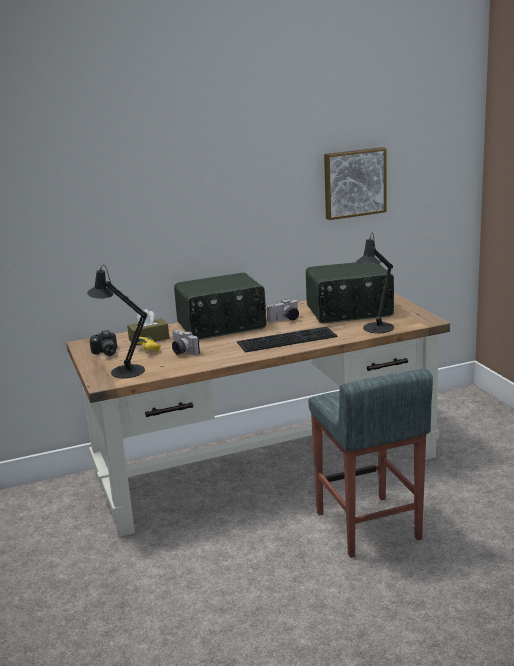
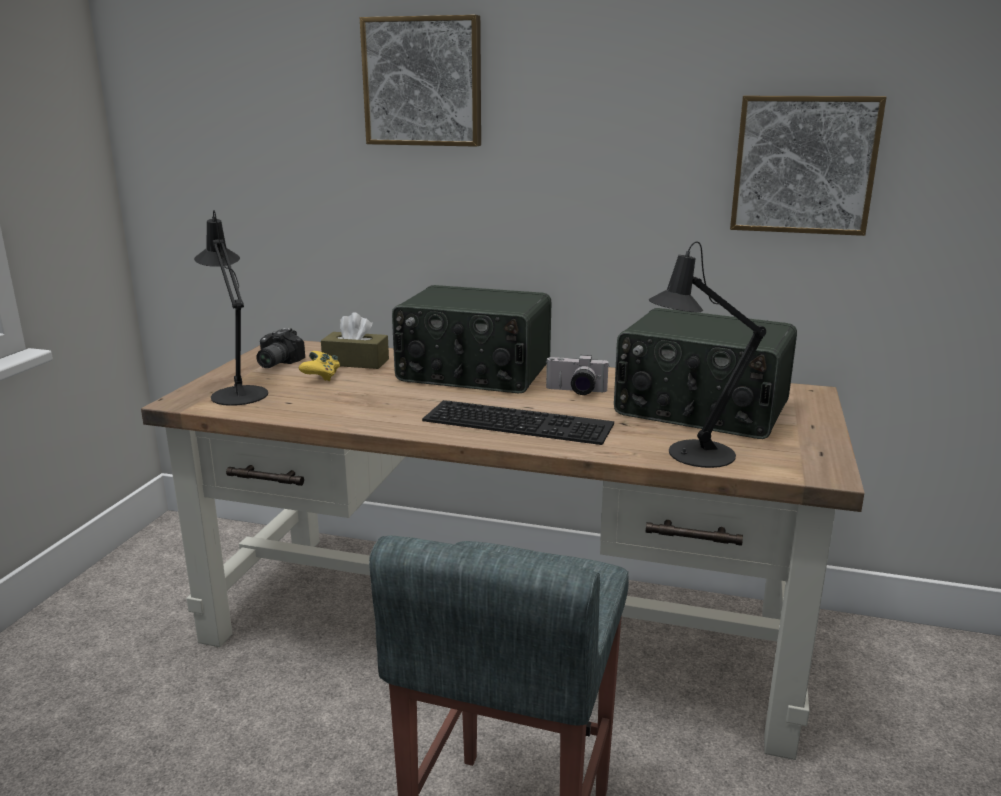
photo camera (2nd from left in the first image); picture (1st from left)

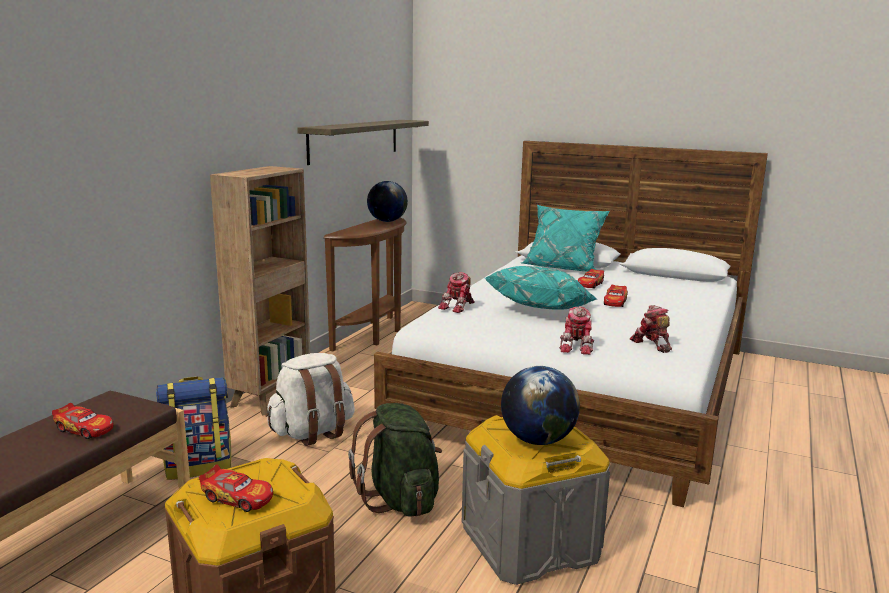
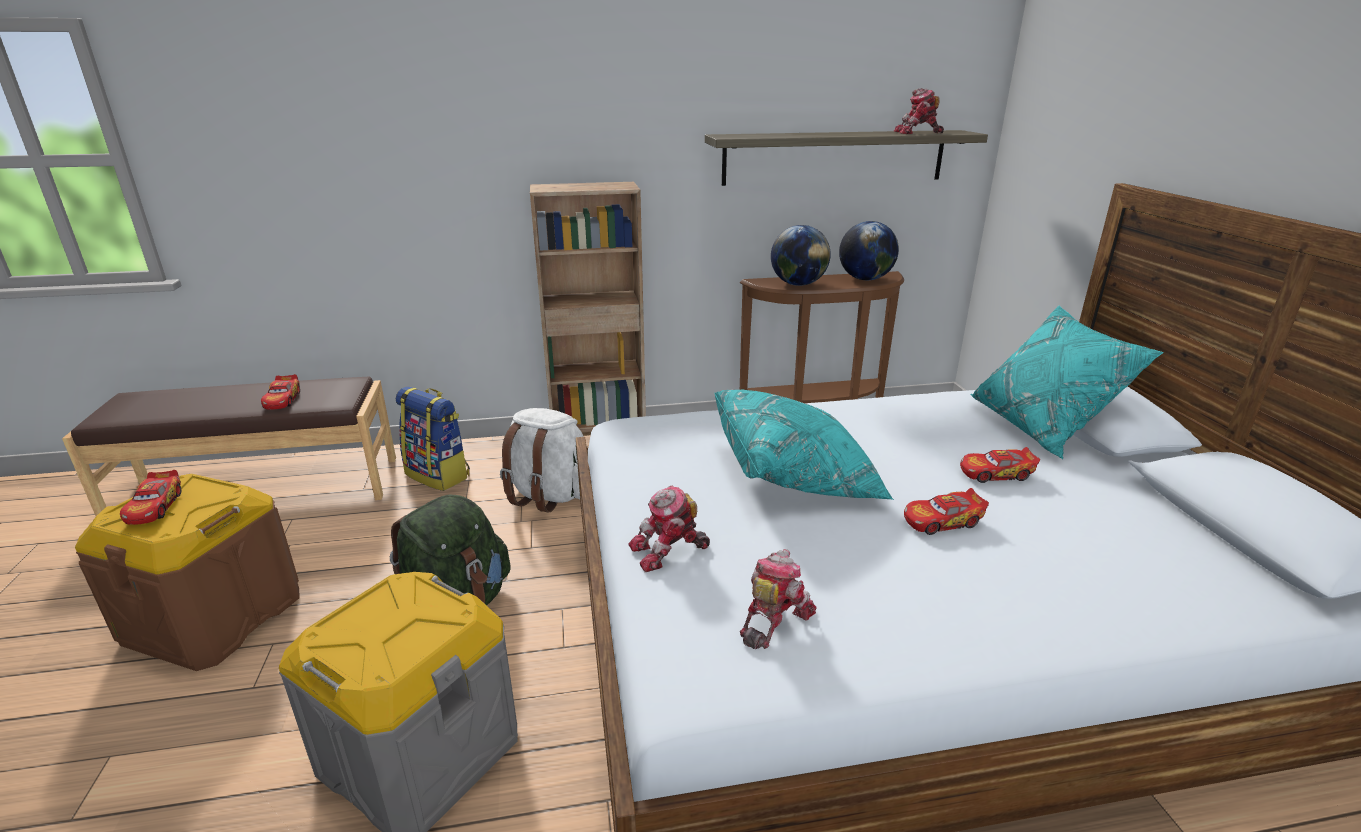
toy robot (3rd from left); globe (1st from left)

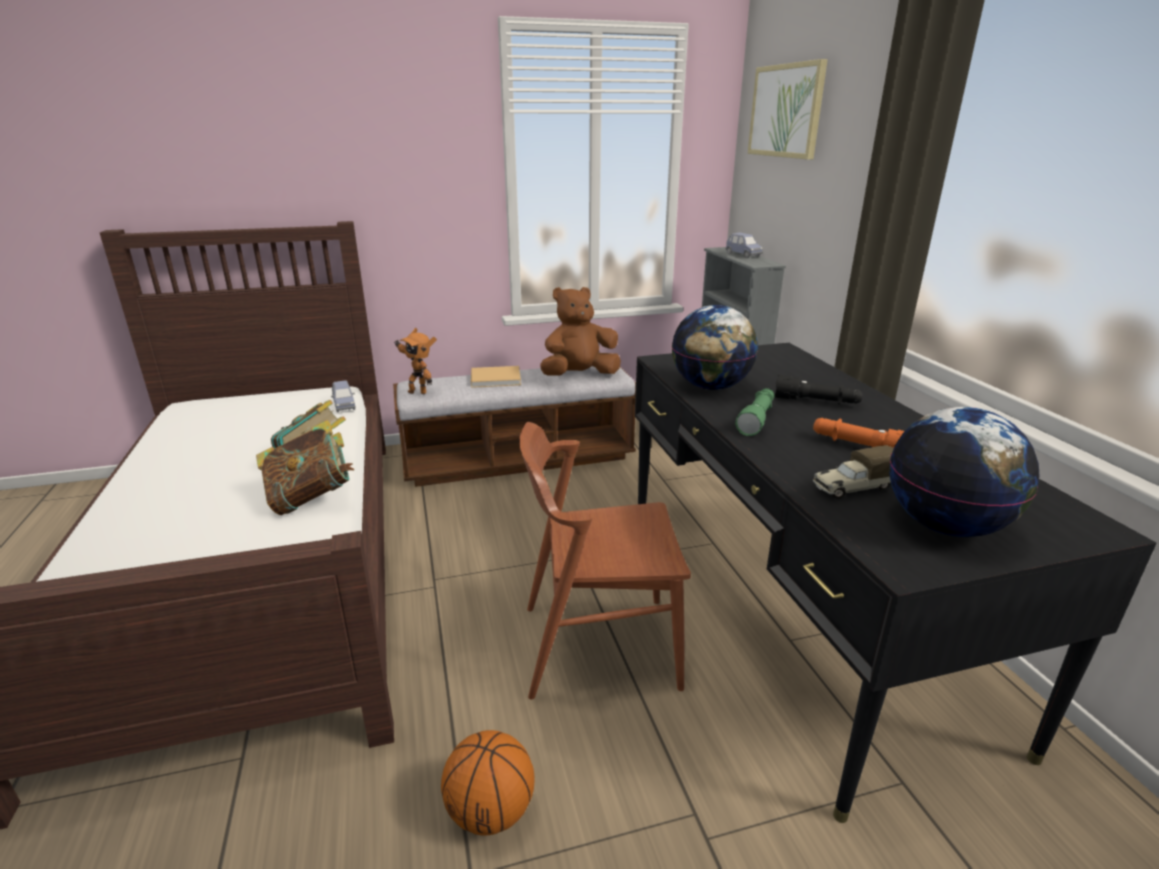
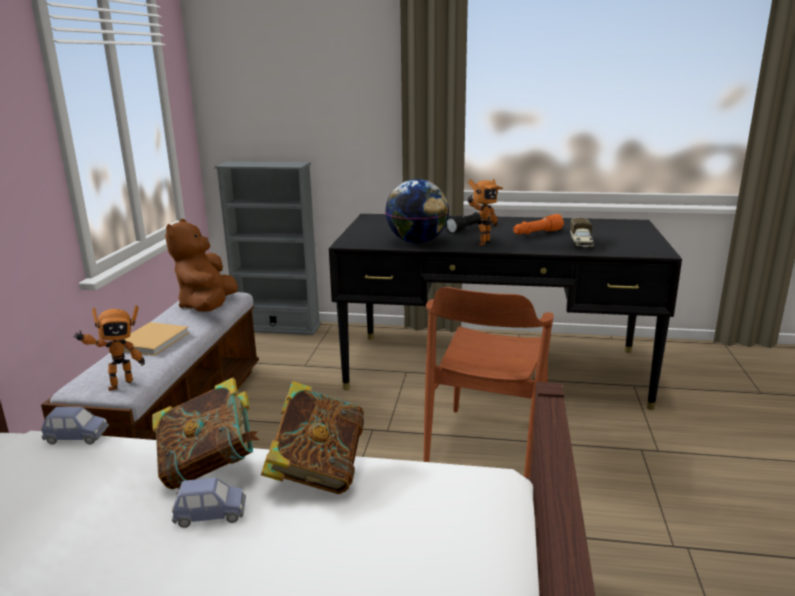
basketball; picture; globe (2nd from left in the first image); blue toy car (2nd from left); toy robot (2nd from left)

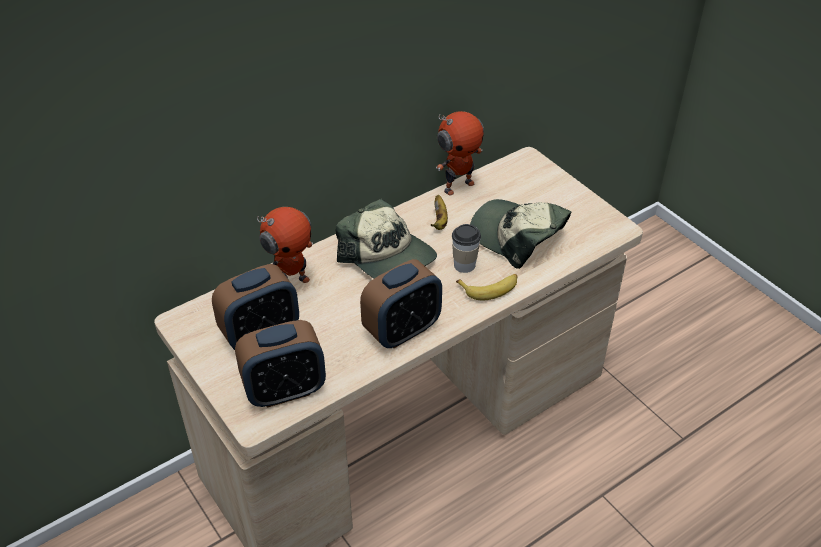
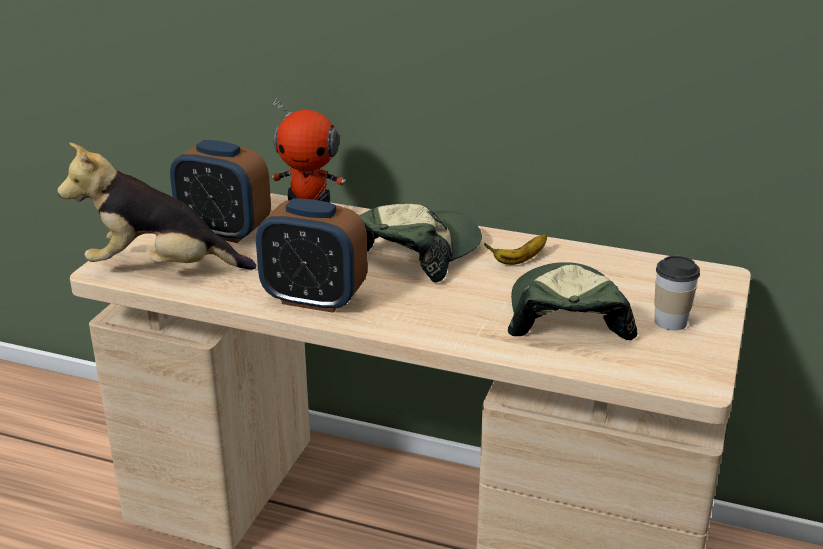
toy robot (2nd from left in the first image); banana (2nd from left in the first image); cup; plush toy; cap (1st from left)

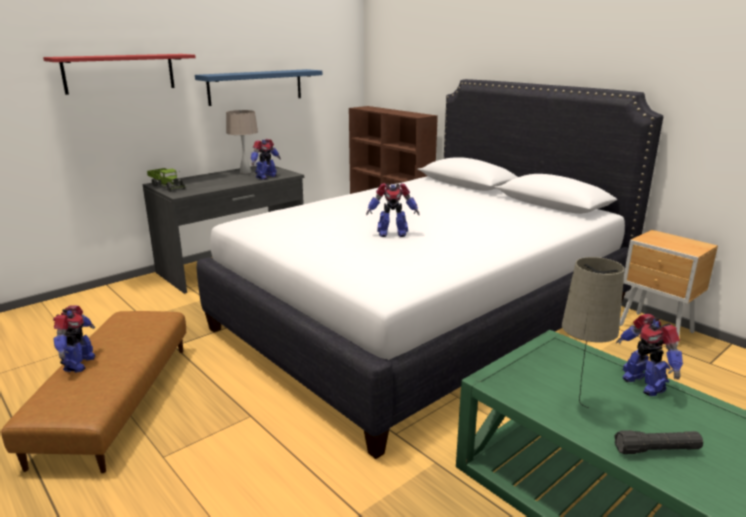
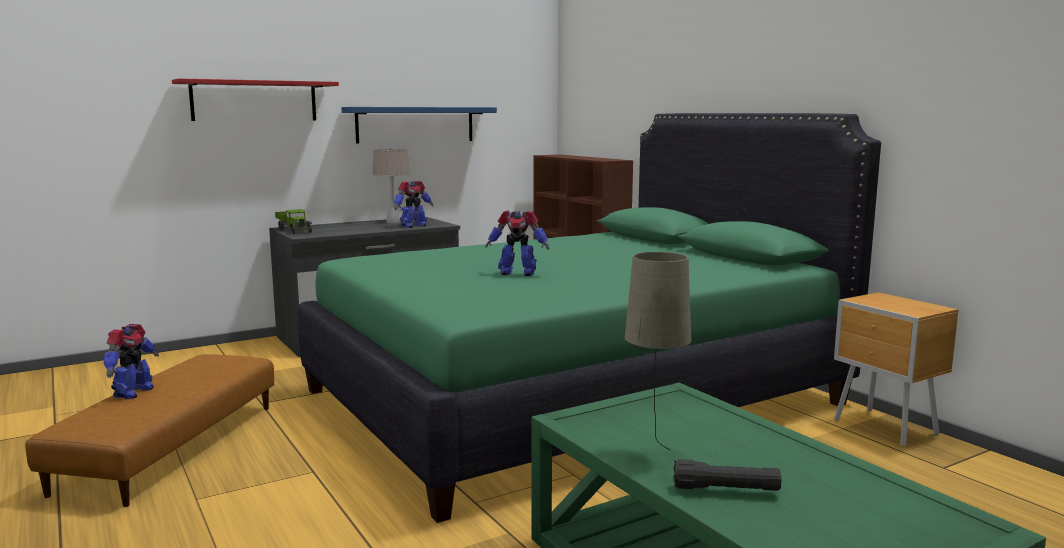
toy robot (4th from left in the first image); green bed

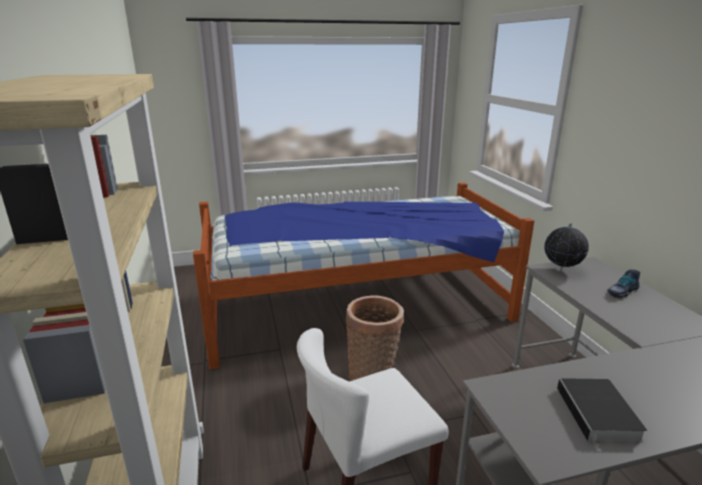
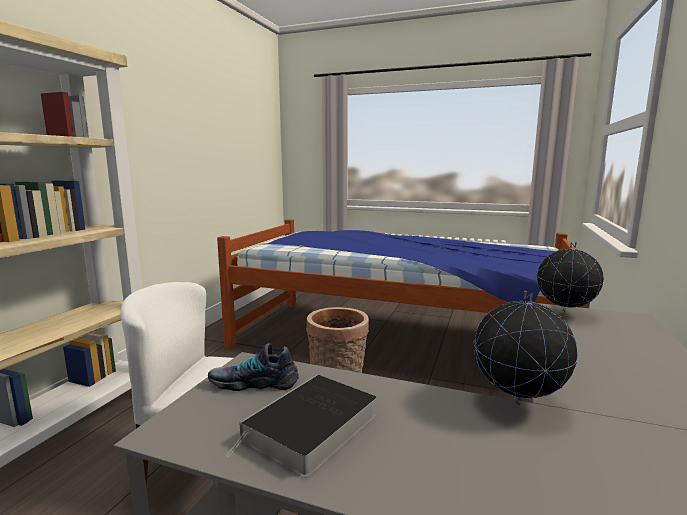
globe (1st from left); shoe

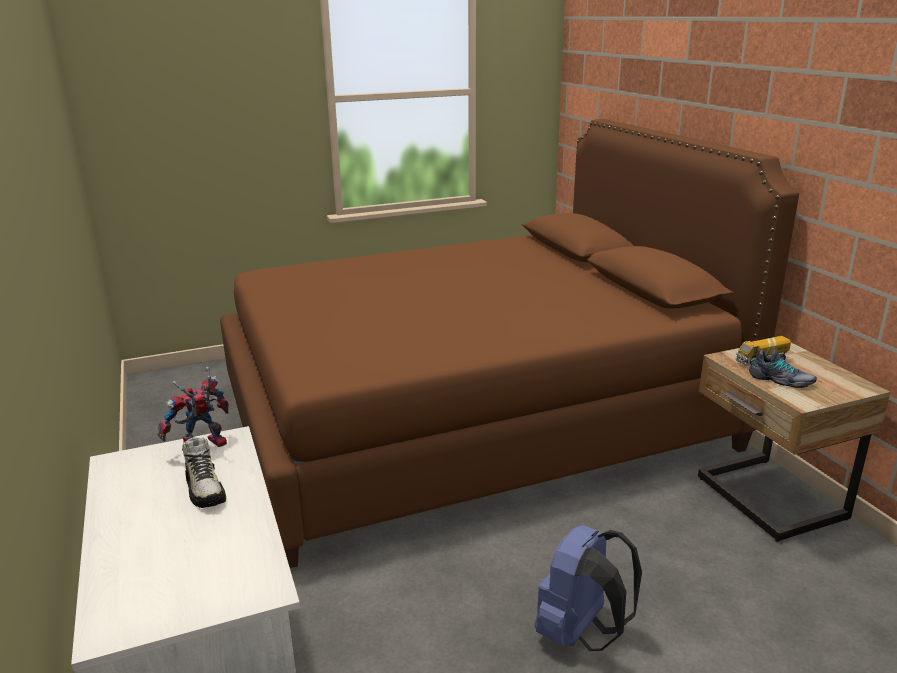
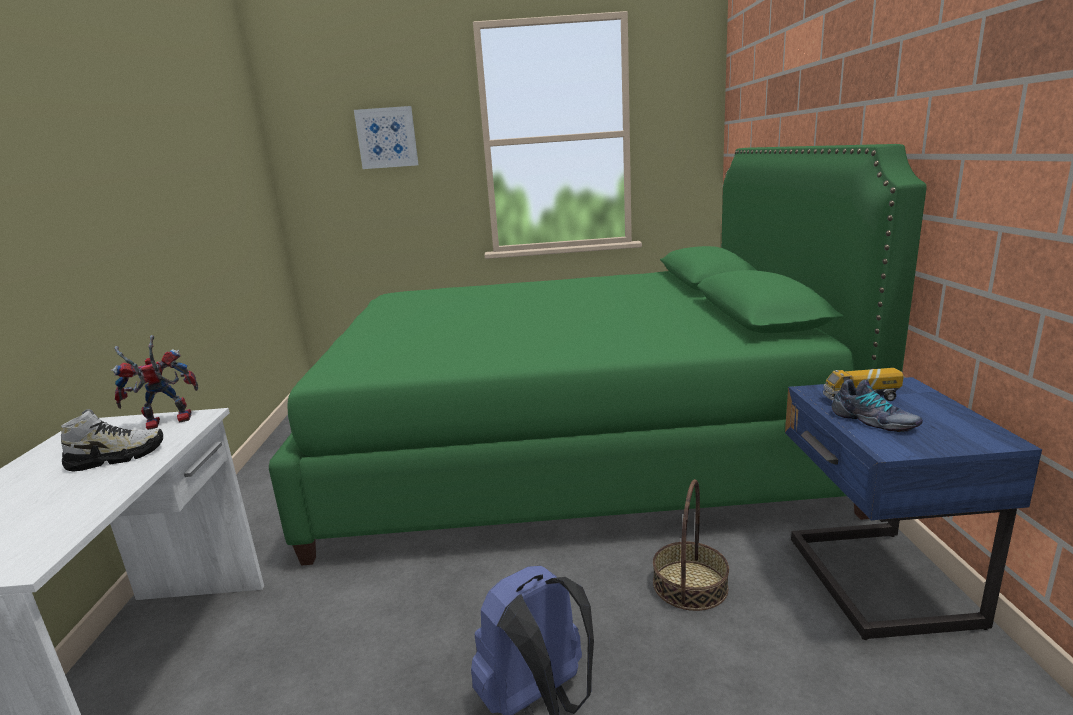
picture; basket; green bed; blue nightstand; shoe (1st from left)

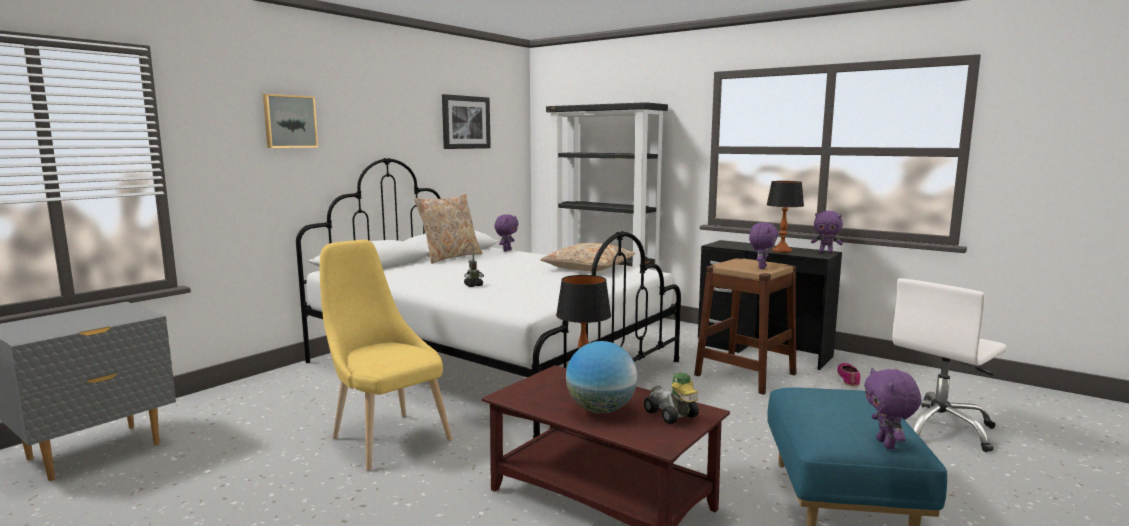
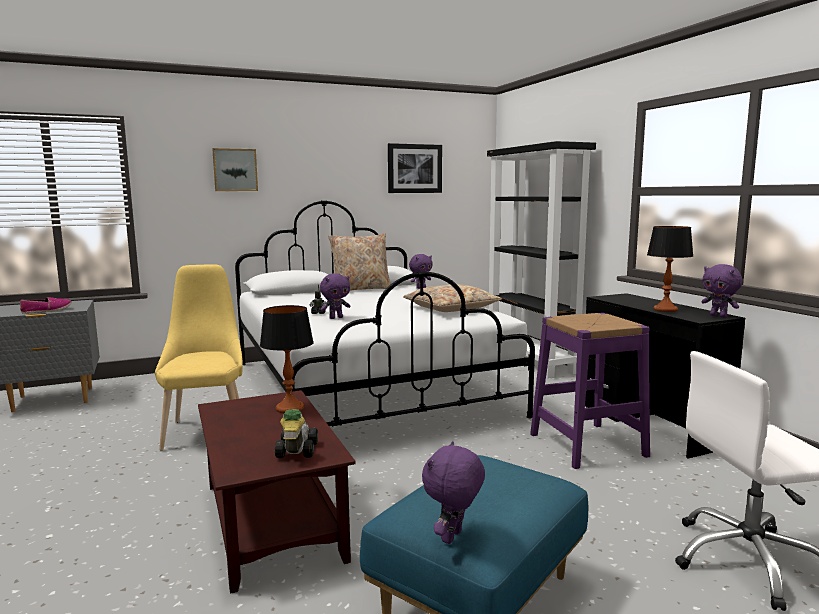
globe; purple plush toy (1st from left); shoe; purple stool

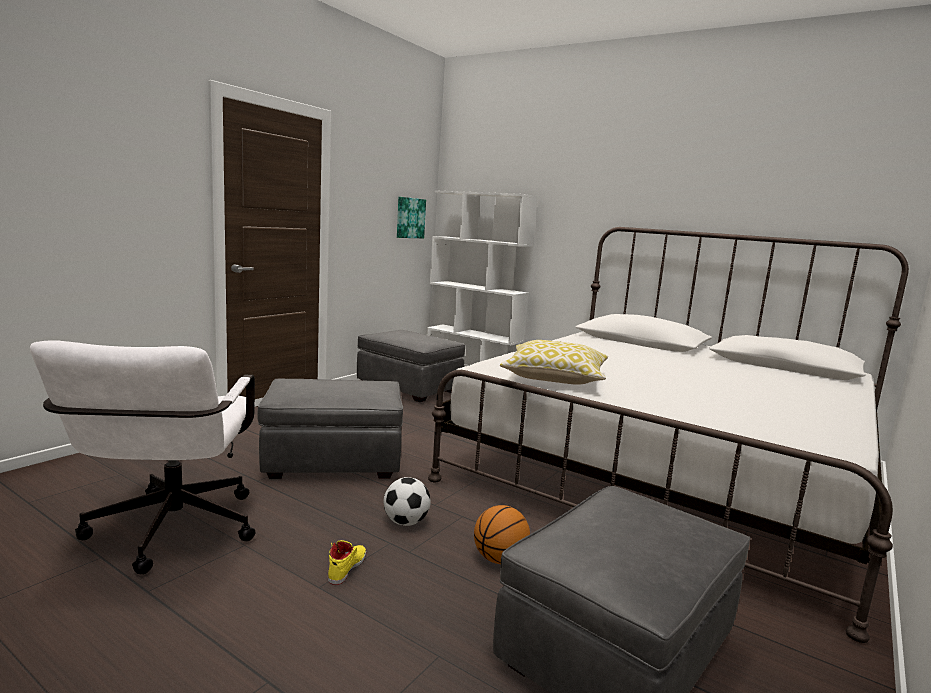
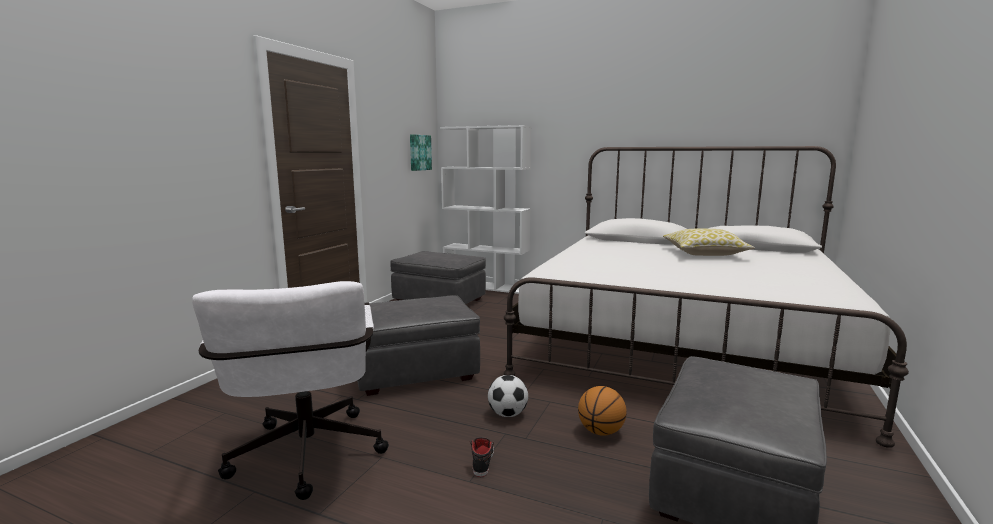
pillow; black shoe

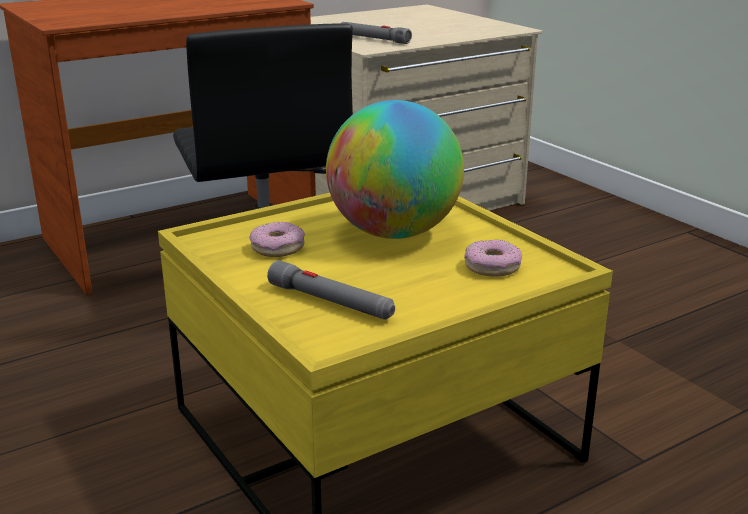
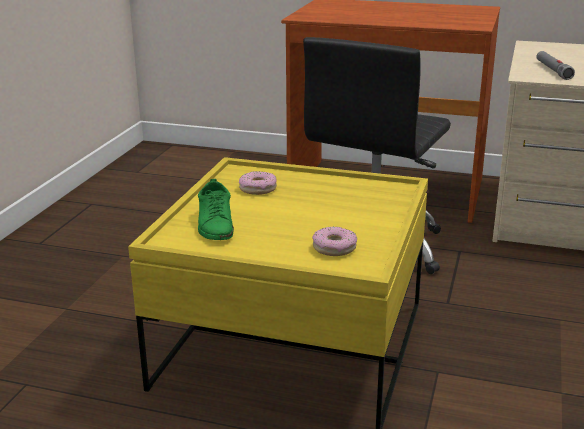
globe; green shoe

